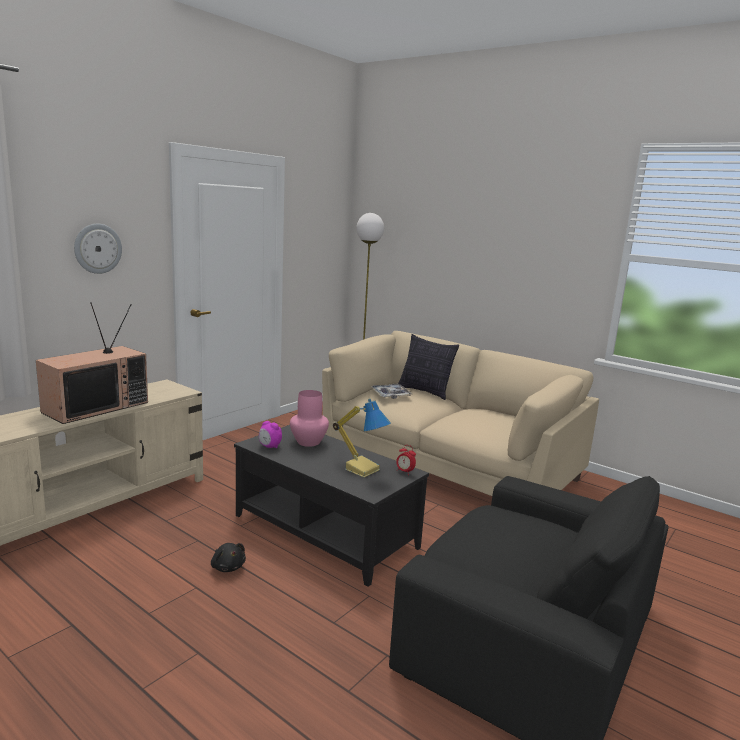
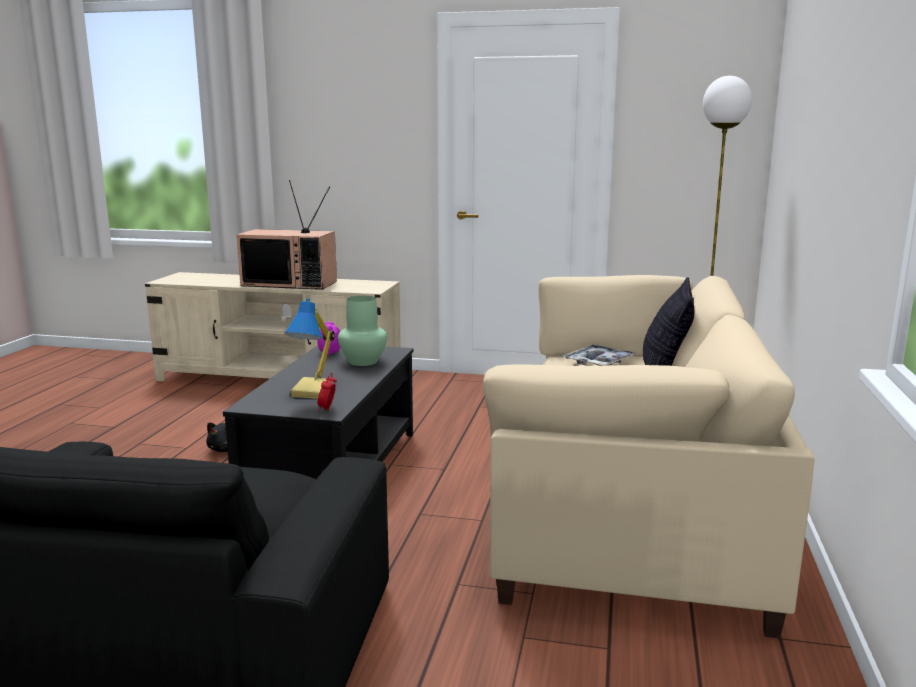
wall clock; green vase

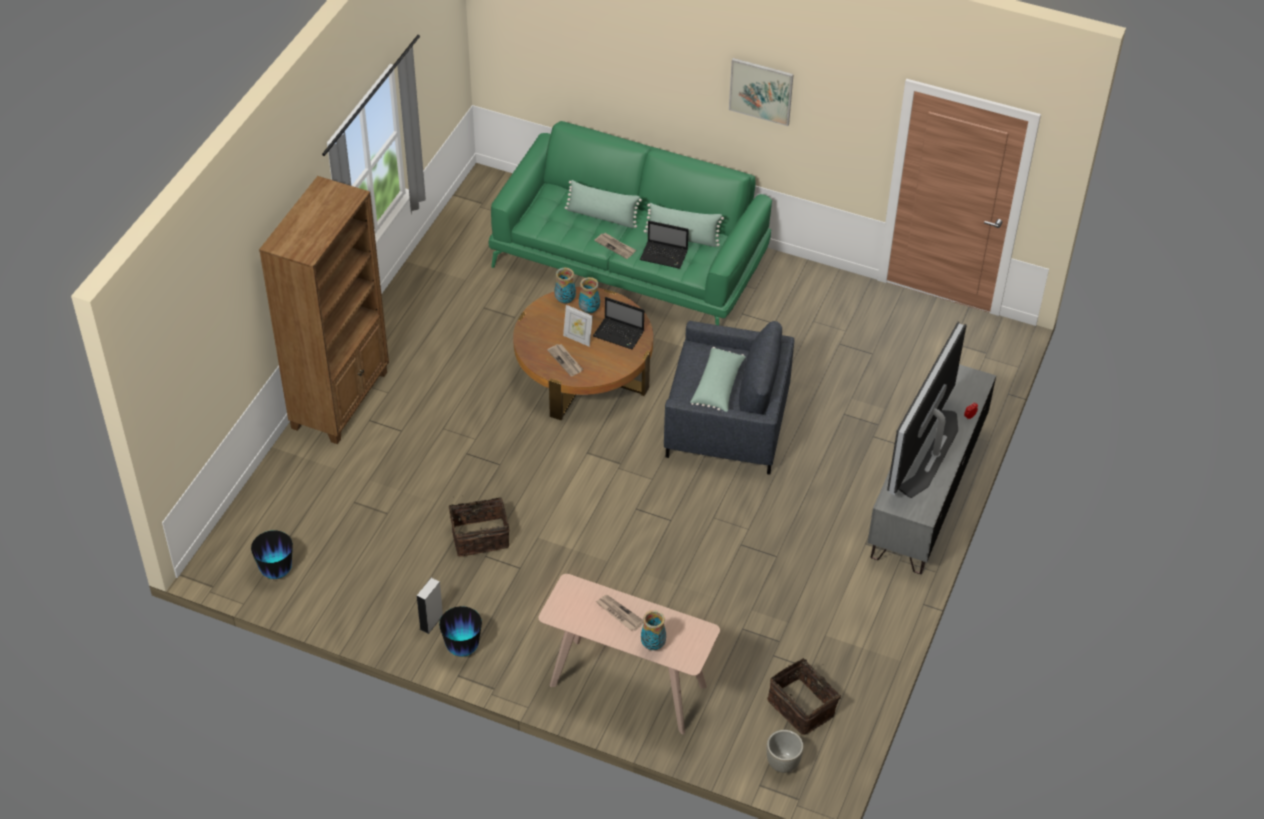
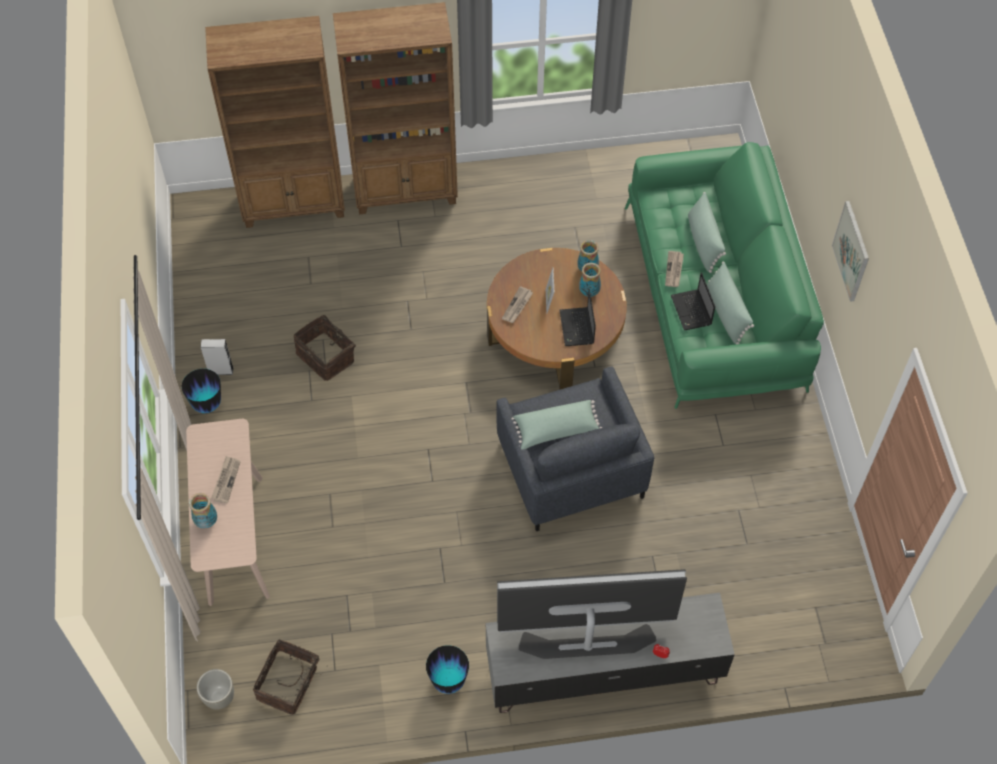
brown bookcase (1st from left); vase (3rd from left)

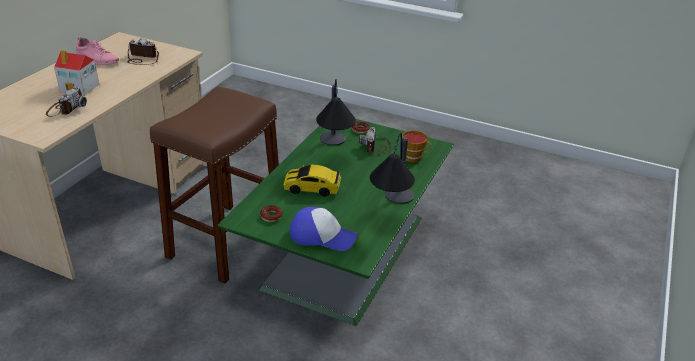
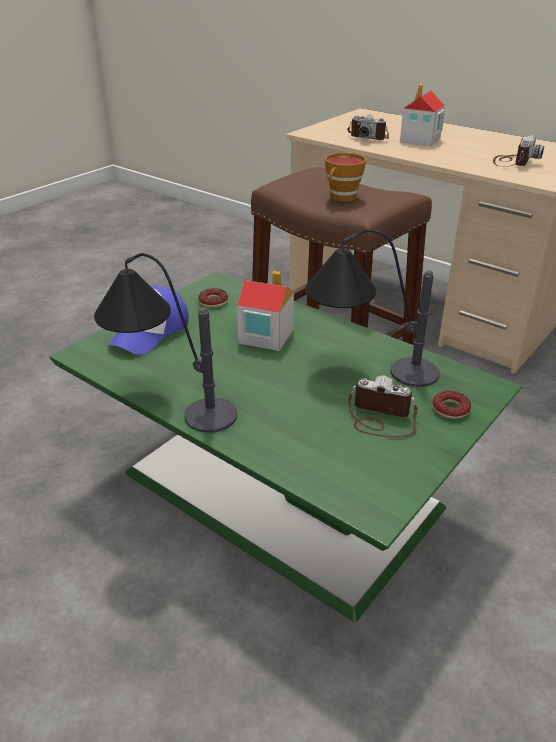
pink shoe; cup; toy house (1st from left)

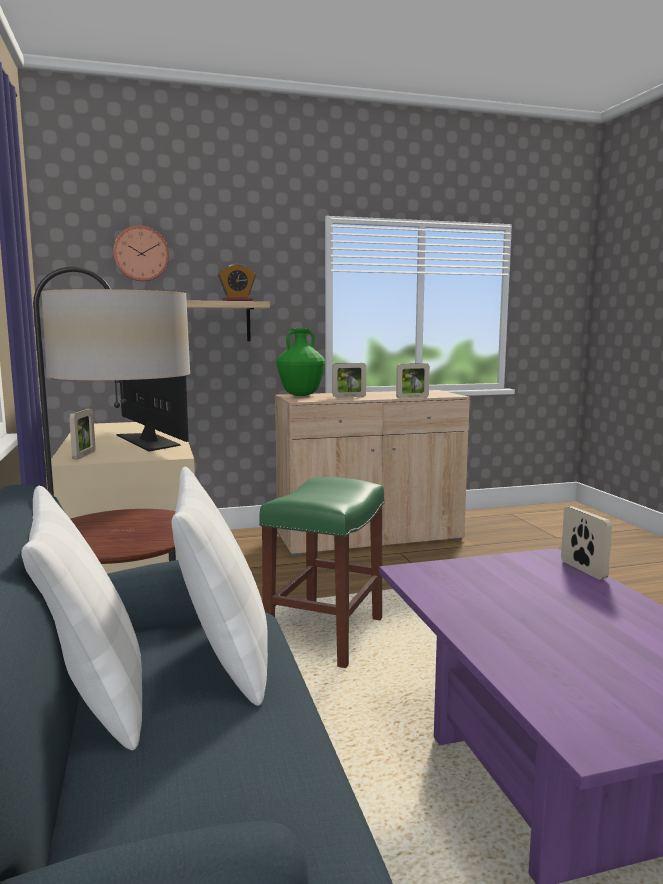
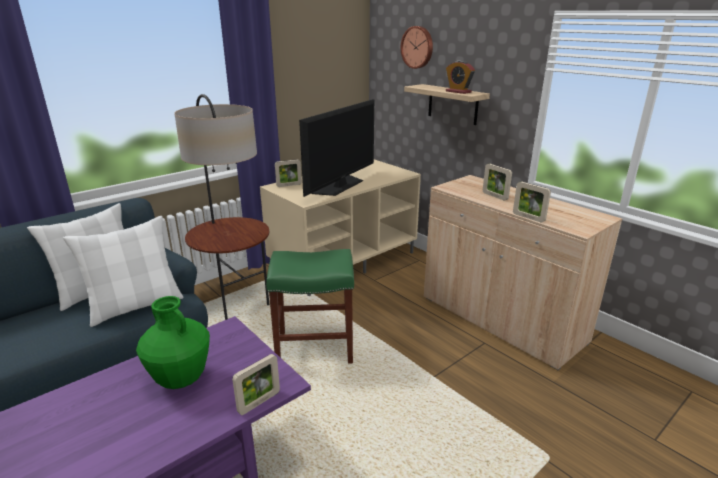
green vase

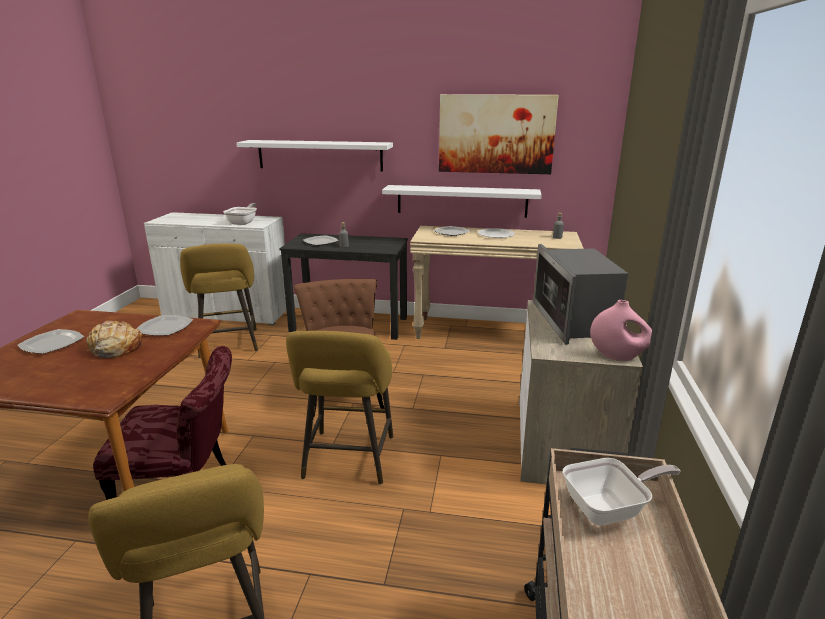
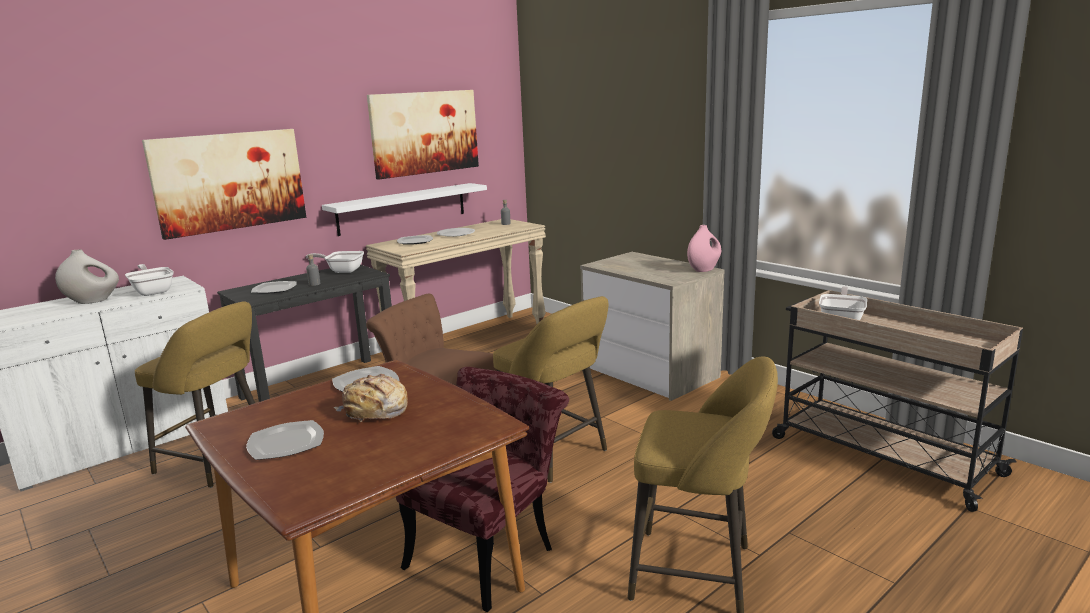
microwave; white vase; frying pan (2nd from left); picture (1st from left)

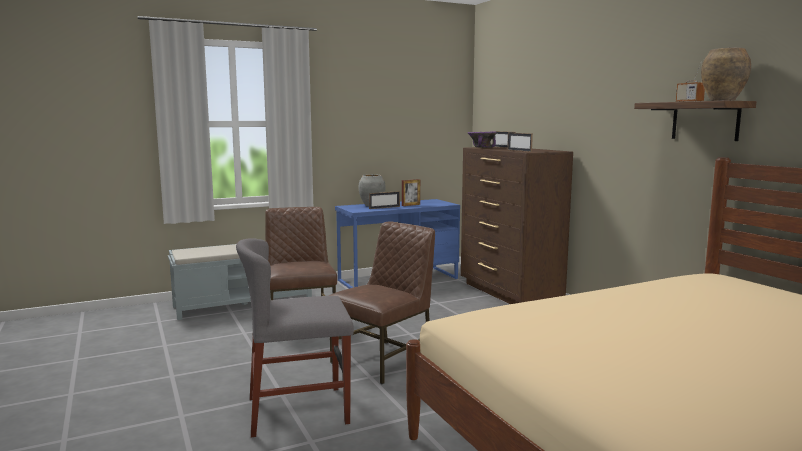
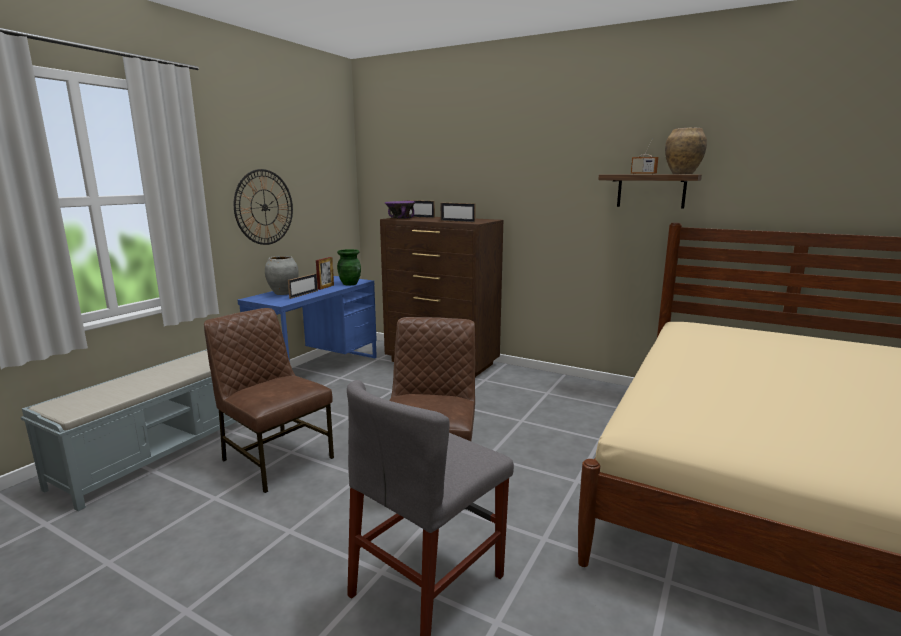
wall clock; green vase

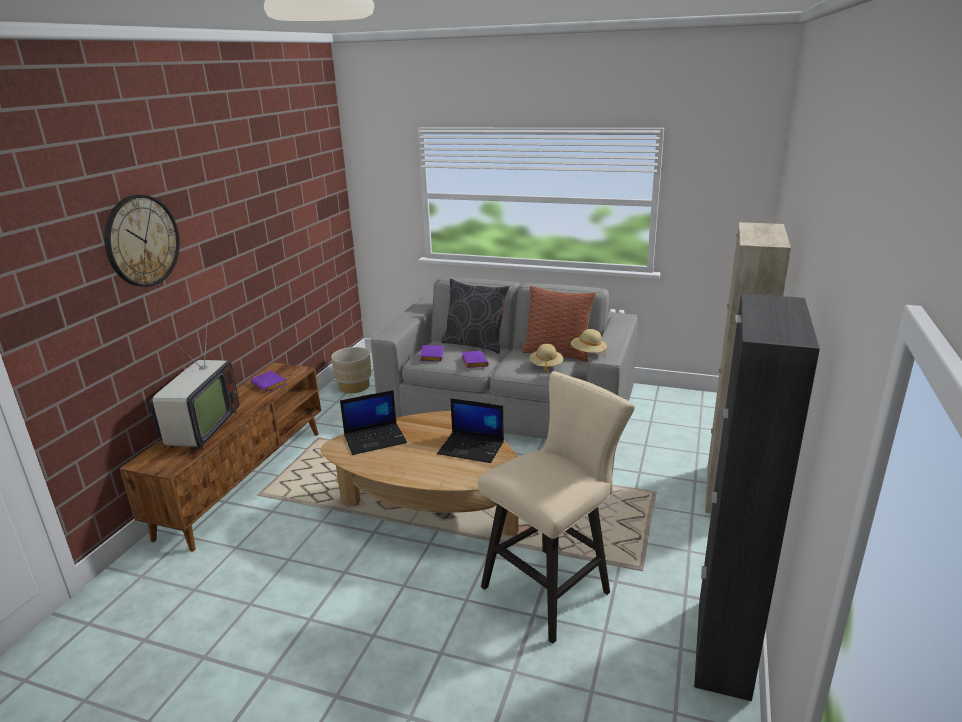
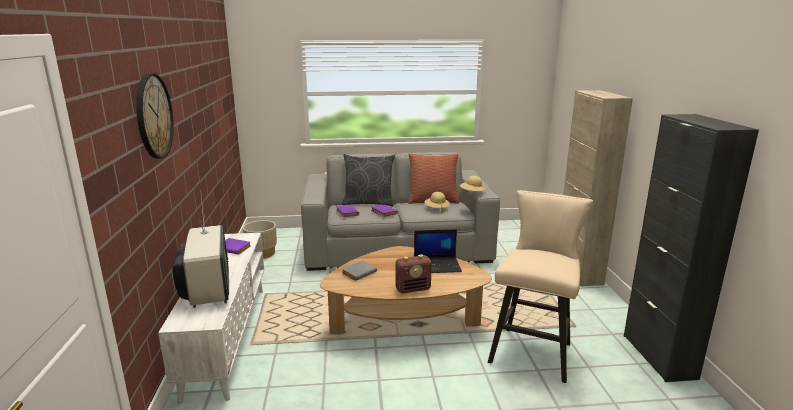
radio; grey book; white tv stand

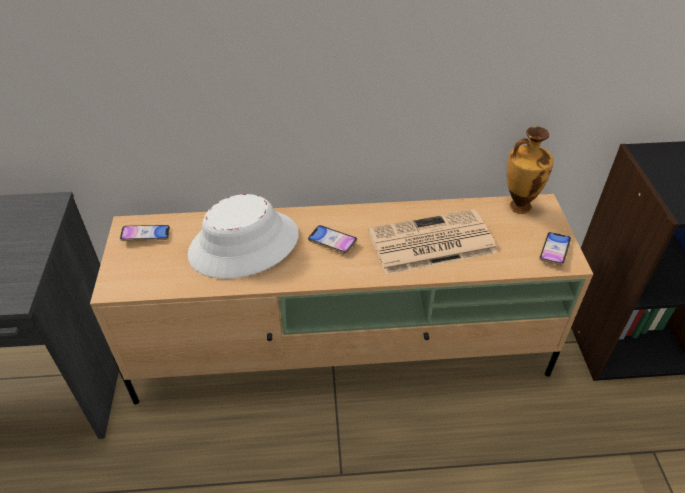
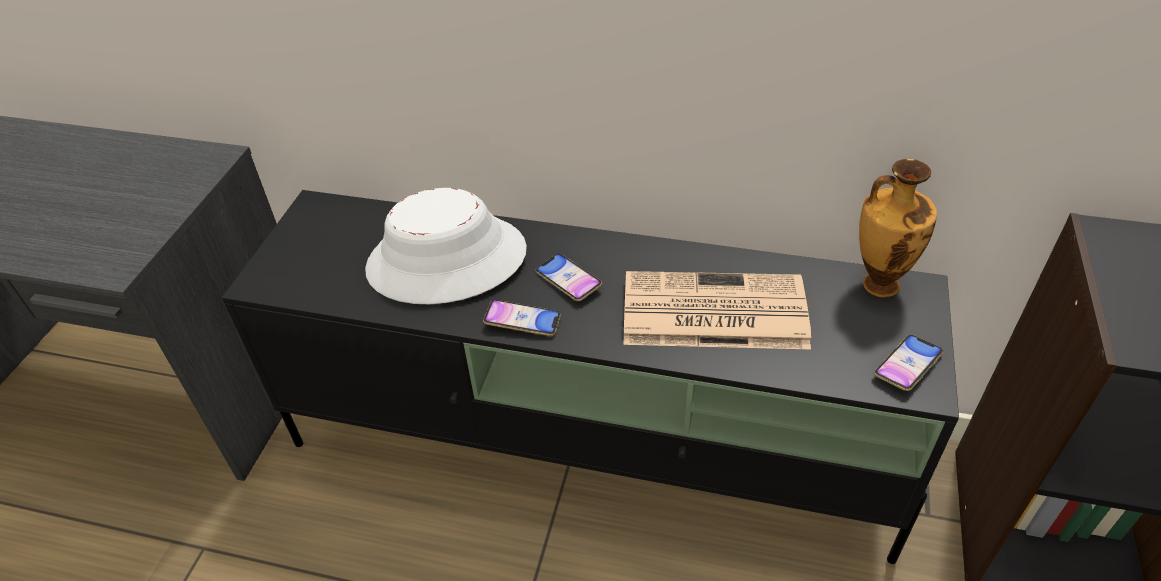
phone (1st from left); black tv stand

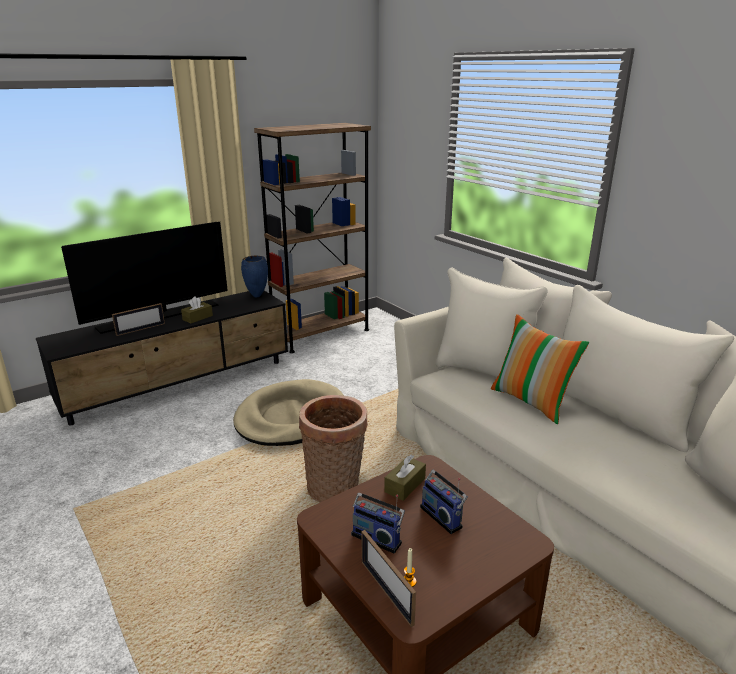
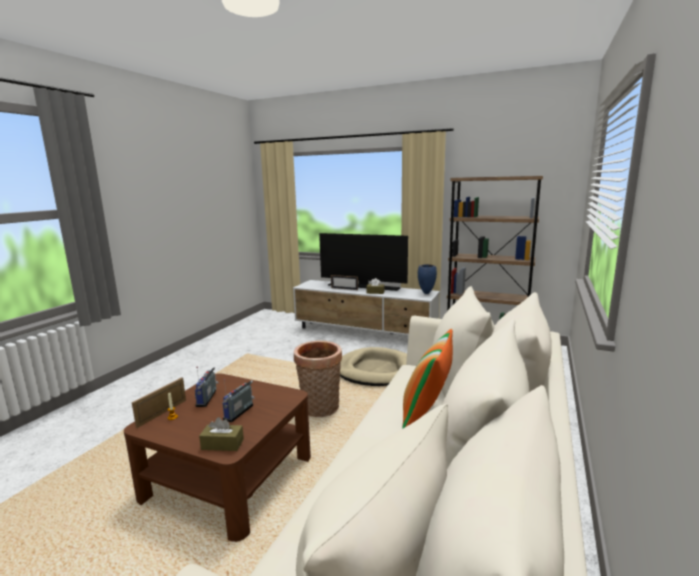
brown tissue box (1st from left); white tv stand

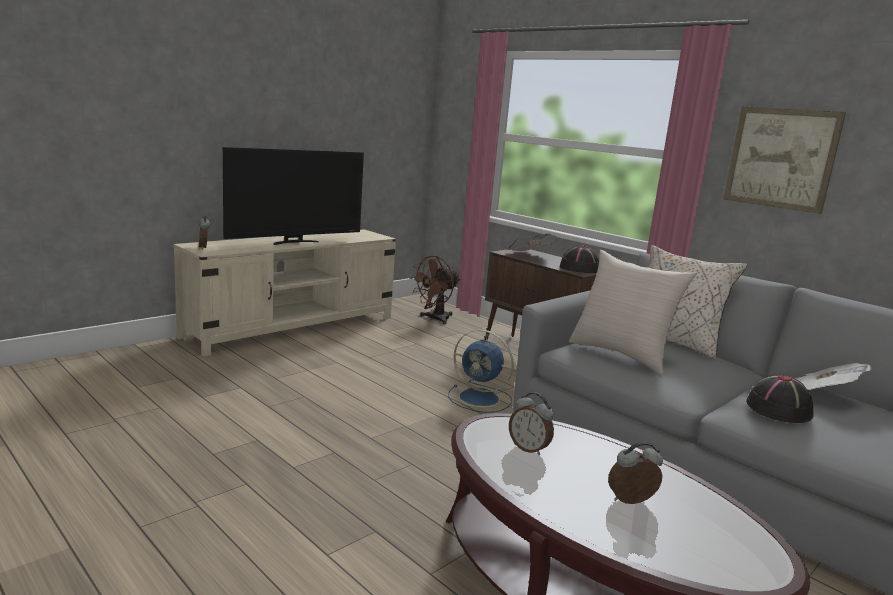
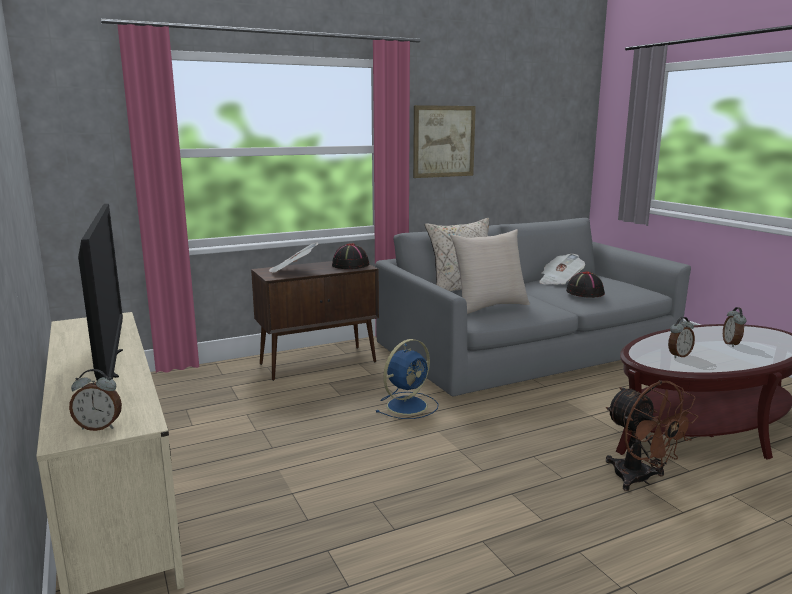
brown fan

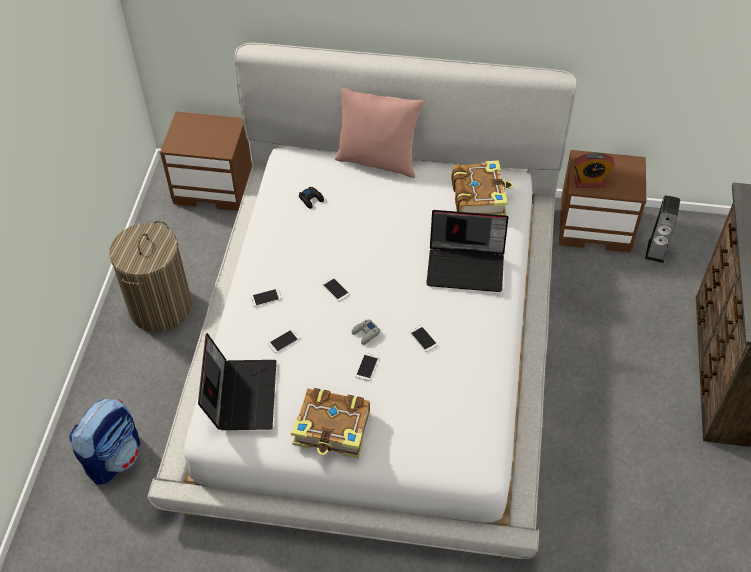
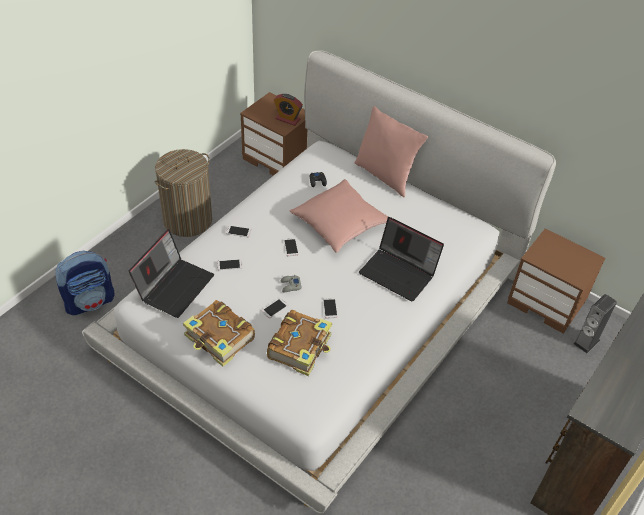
pink pillow (1st from left); book (2nd from left); alarm clock

